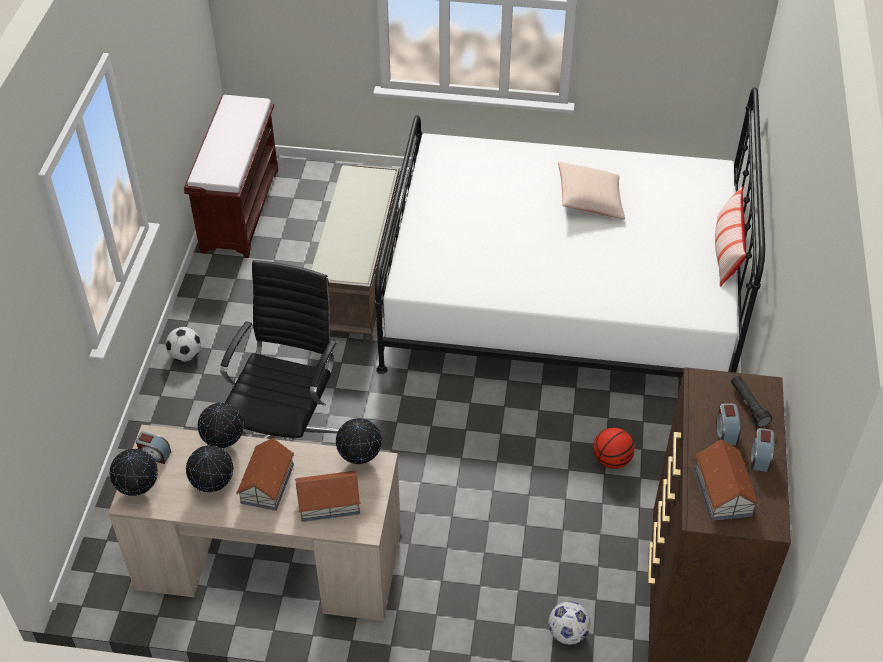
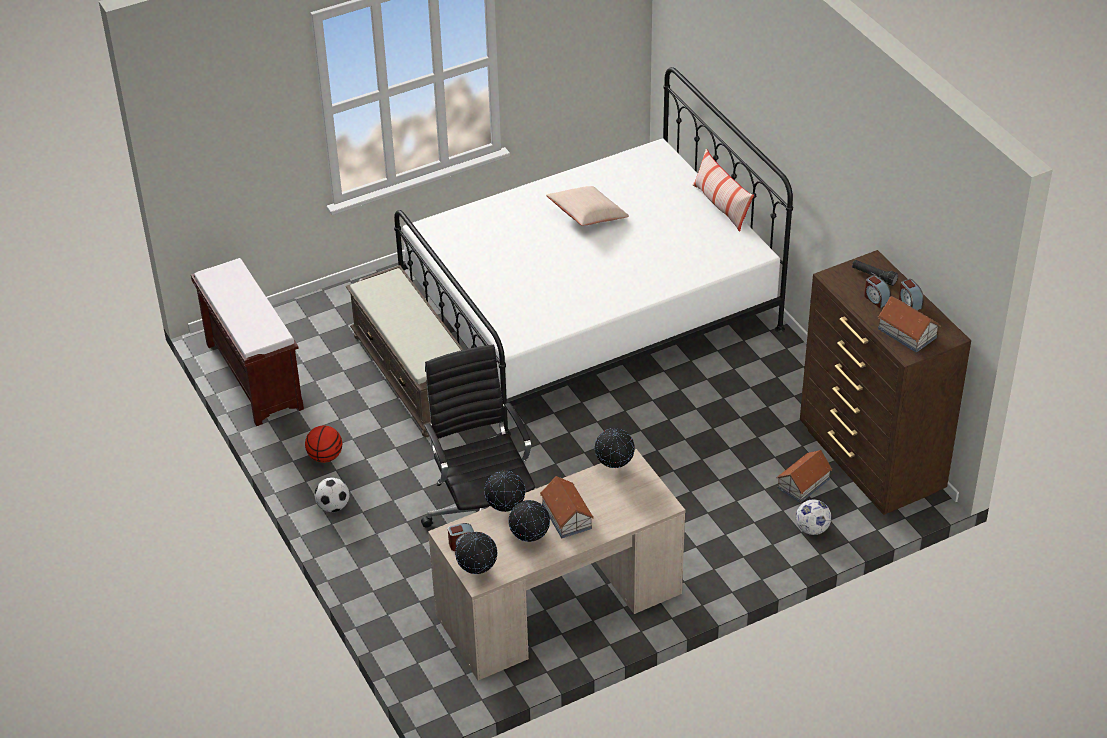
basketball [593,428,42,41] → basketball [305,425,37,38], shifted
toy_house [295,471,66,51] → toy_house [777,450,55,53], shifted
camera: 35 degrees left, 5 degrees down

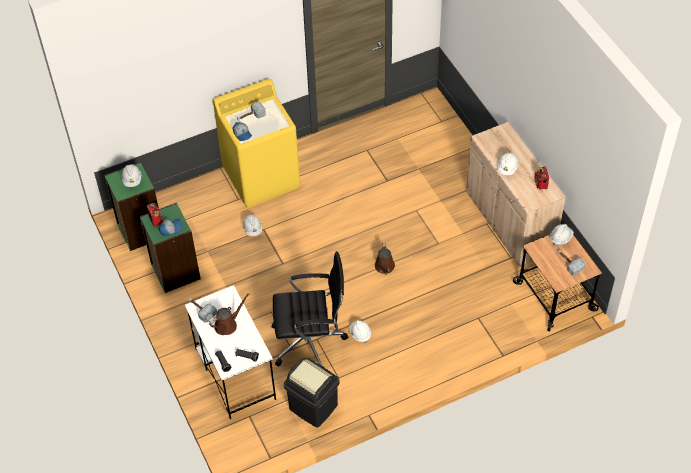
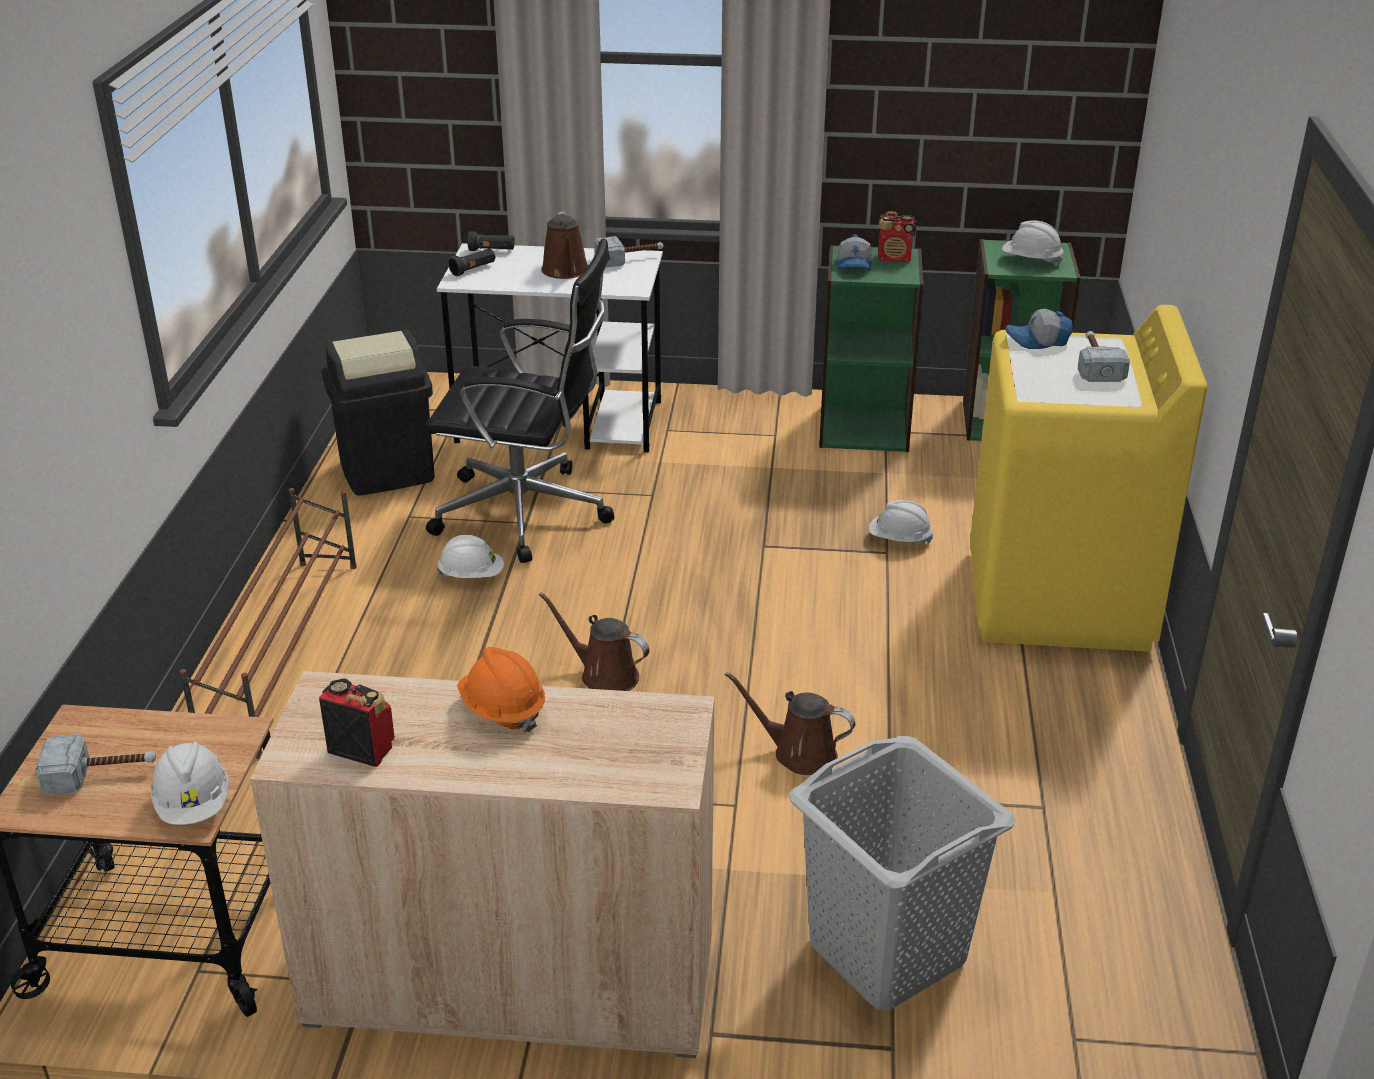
- → brown_shoe_stand [179,488,178,271]
black_computer_chair [272,251,76,115] → black_computer_chair [425,238,189,325], 105 degrees counterclockwise
whitish_work_helmet [498,152,20,23] → orange-coloured_work_helmet [457,647,88,85]
- → brown_sprinkling_can [725,672,130,103]
- → greyish_washing_basket [789,736,227,274]
camera: 120 degrees right, 20 degrees down

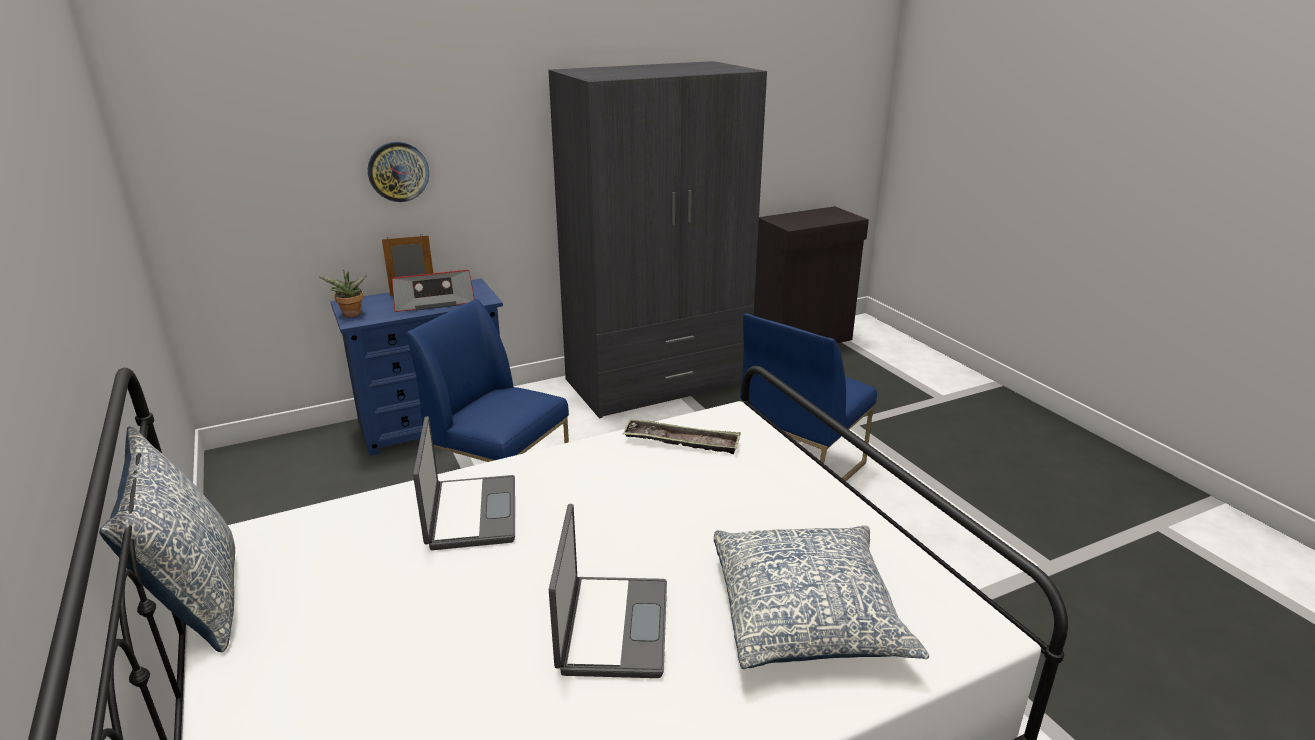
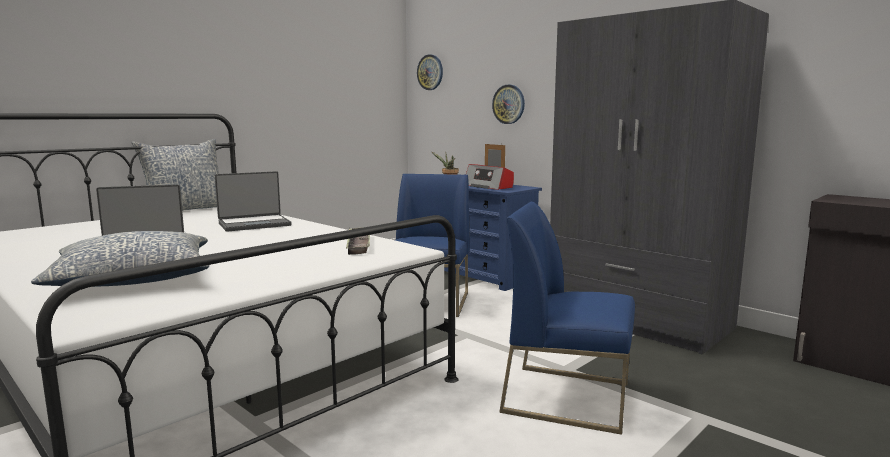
- → clock_on_the_wall [417,54,26,36]
camera: 70 degrees right, 15 degrees down

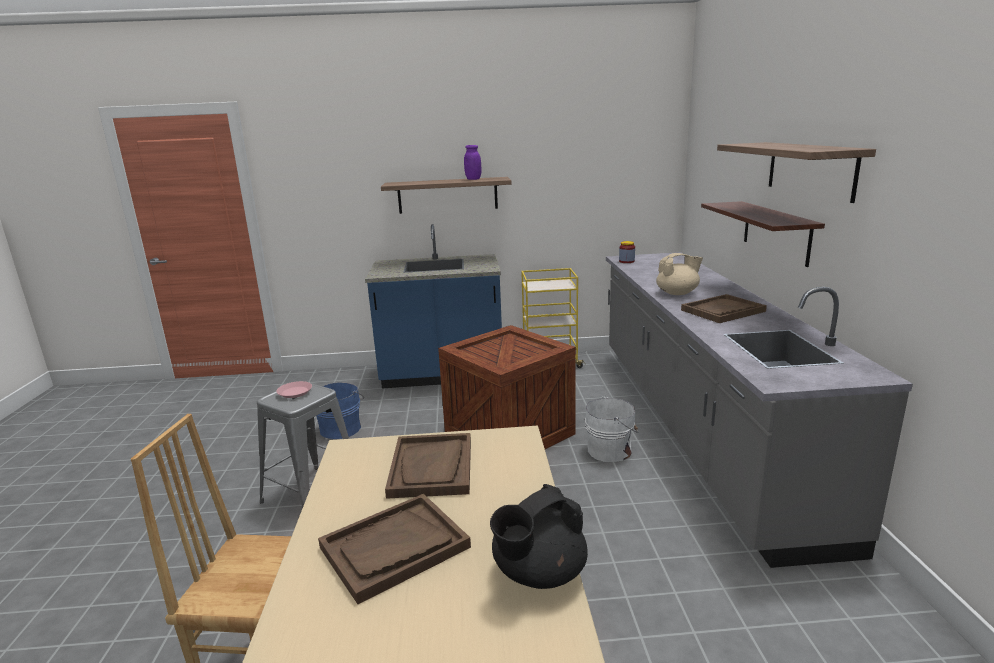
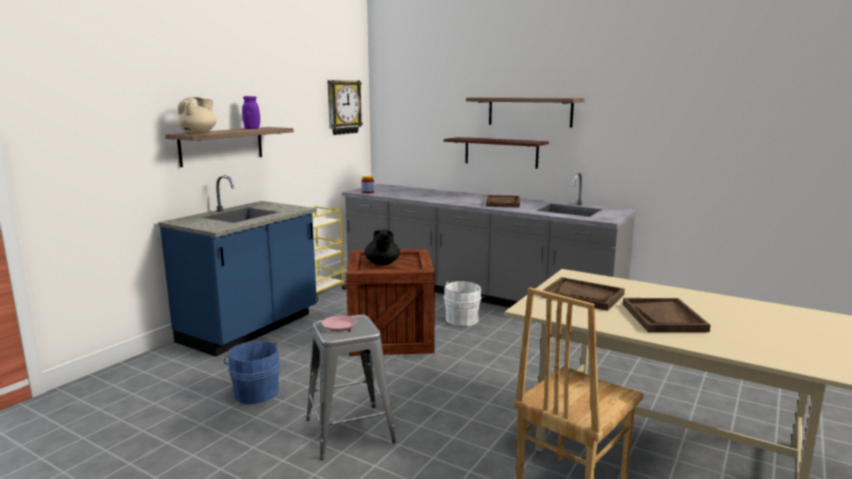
sand-coloured_teapot [656,253,47,42] → sand-coloured_teapot [177,97,39,37], shifted
- → clock_on_the_wall [327,80,36,55]
black_teapot [490,484,98,105] → black_teapot [364,229,36,36], shifted
camera: 55 degrees left, 5 degrees down

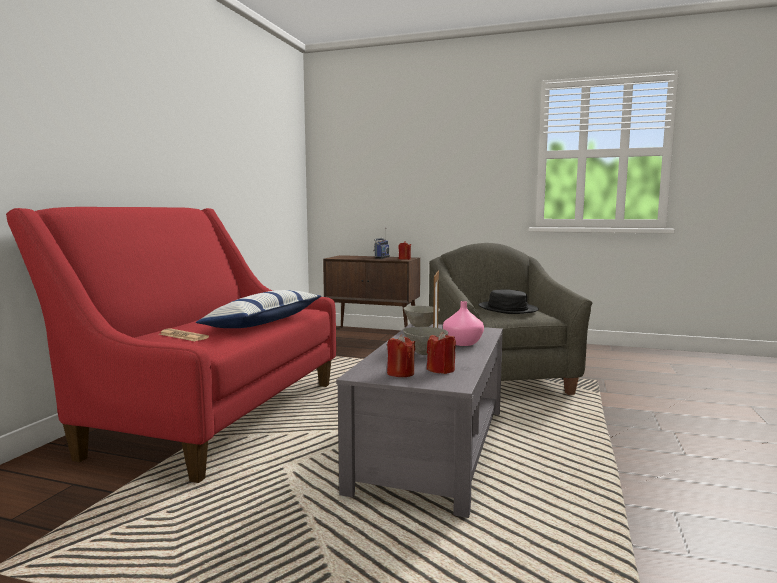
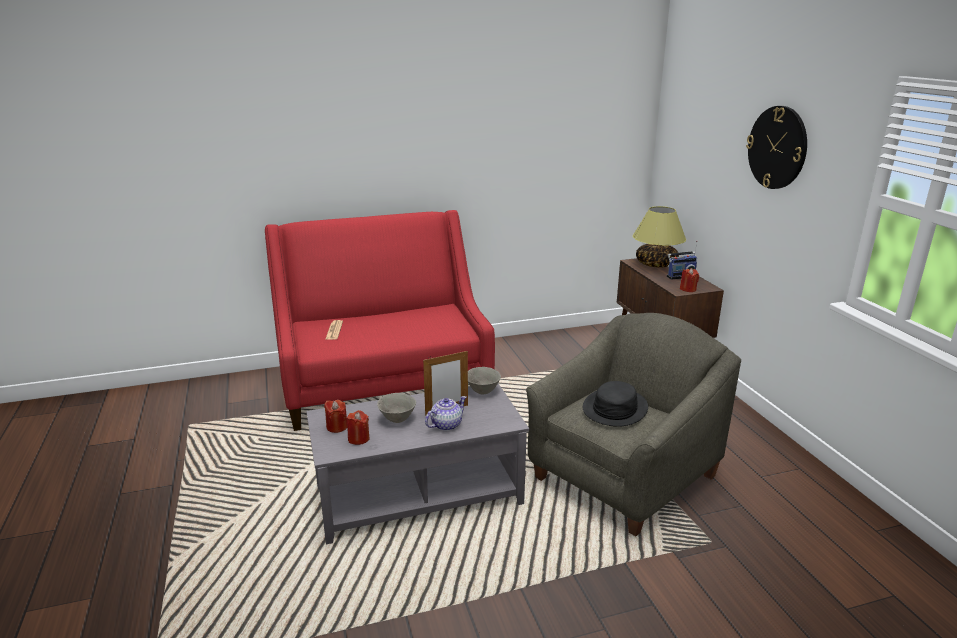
pinkish_decorative_vase [443,301,41,45] → teapot [425,396,41,35]
- → lamp_for_a_table [633,206,53,62]
- → clock_on_the_wall [746,106,61,83]
cushion [196,290,125,38] → -
camera: 55 degrees right, 15 degrees up

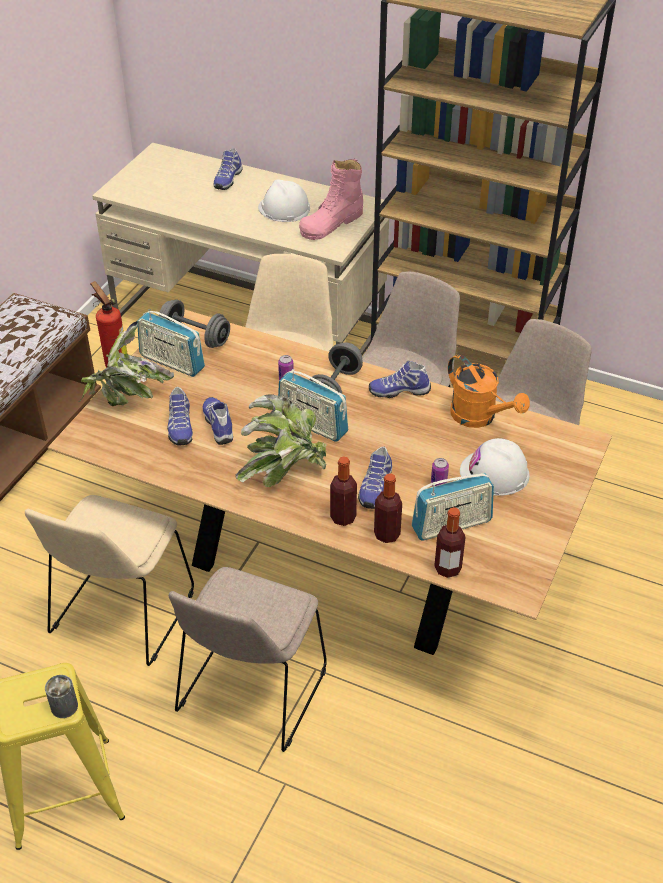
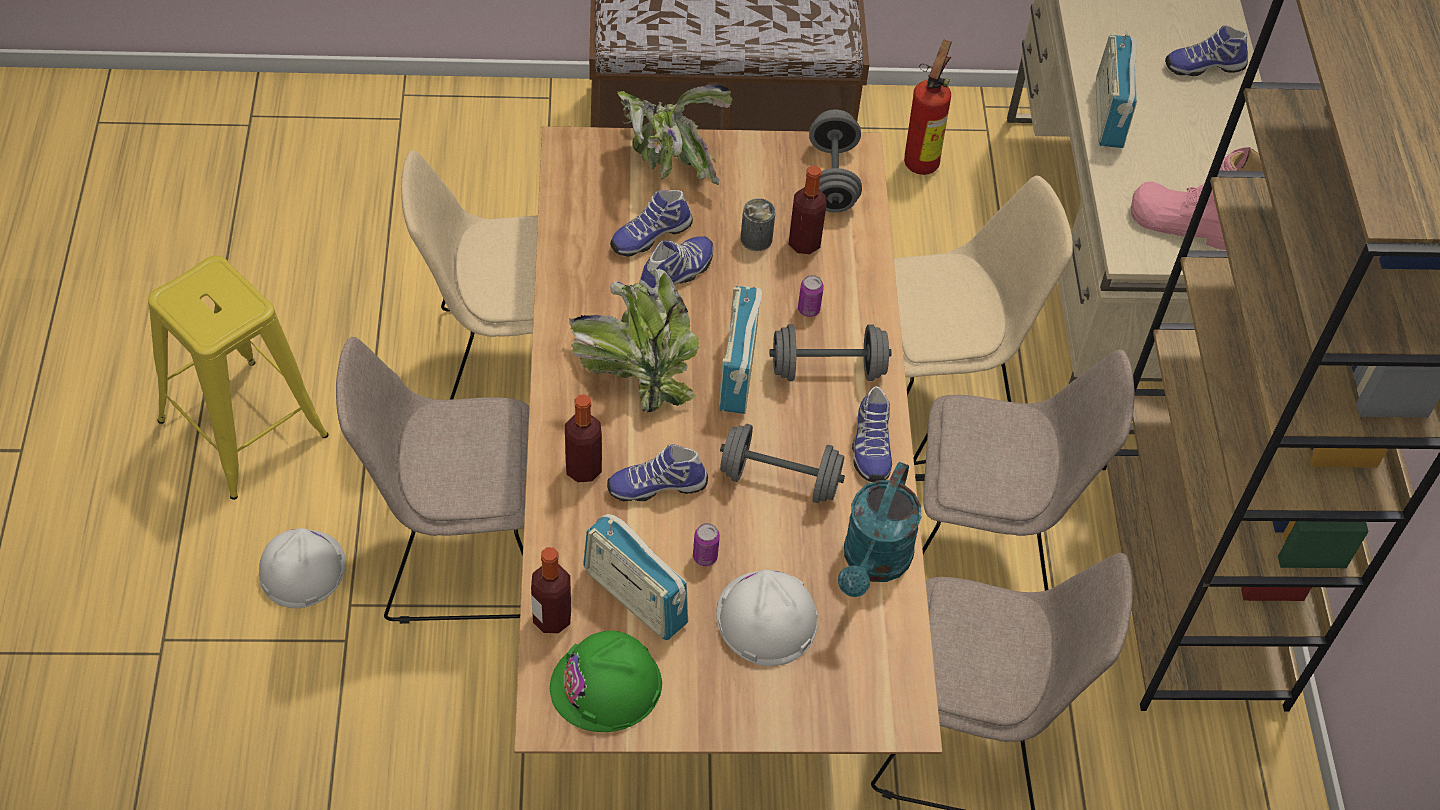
whitish_work_helmet [258,180,52,42] → whitish_work_helmet [259,528,87,81], shifted
- → green-coloured_work_helmet [550,631,112,101]
- → greyish_free_weight [720,424,125,79]
can [45,675,33,43] → can [741,198,35,53], shifted
bottle [374,473,28,70] → bottle [789,165,38,89], shifted
orange-coloured_sprinkling_can [448,354,82,74] → turquoise_sprinkling_can [838,462,83,135]
item_of_footwear [369,361,62,37] → item_of_footwear [852,386,40,96], 150 degrees counterclockwise
radio [137,309,68,68] → radio [1096,32,41,116], shifted
camera: 60 degrees right, 10 degrees up

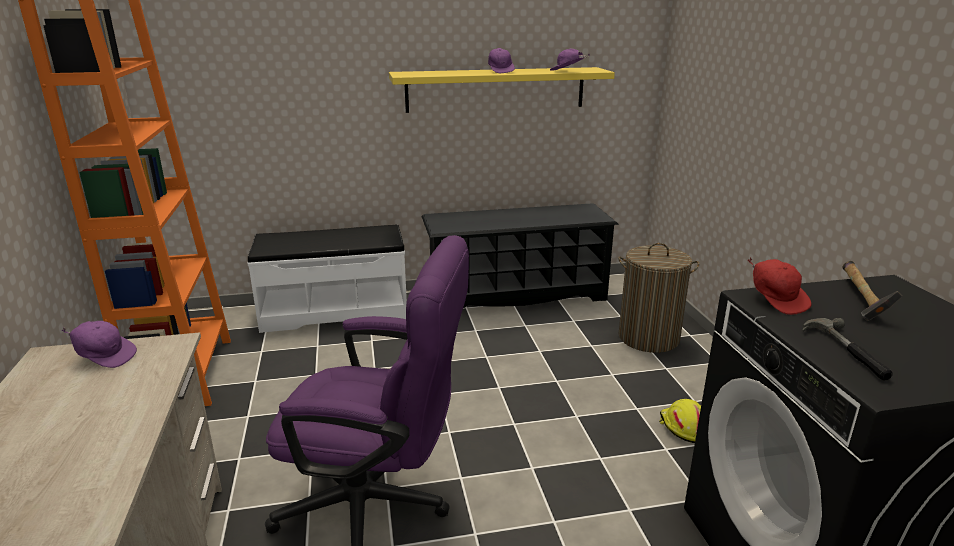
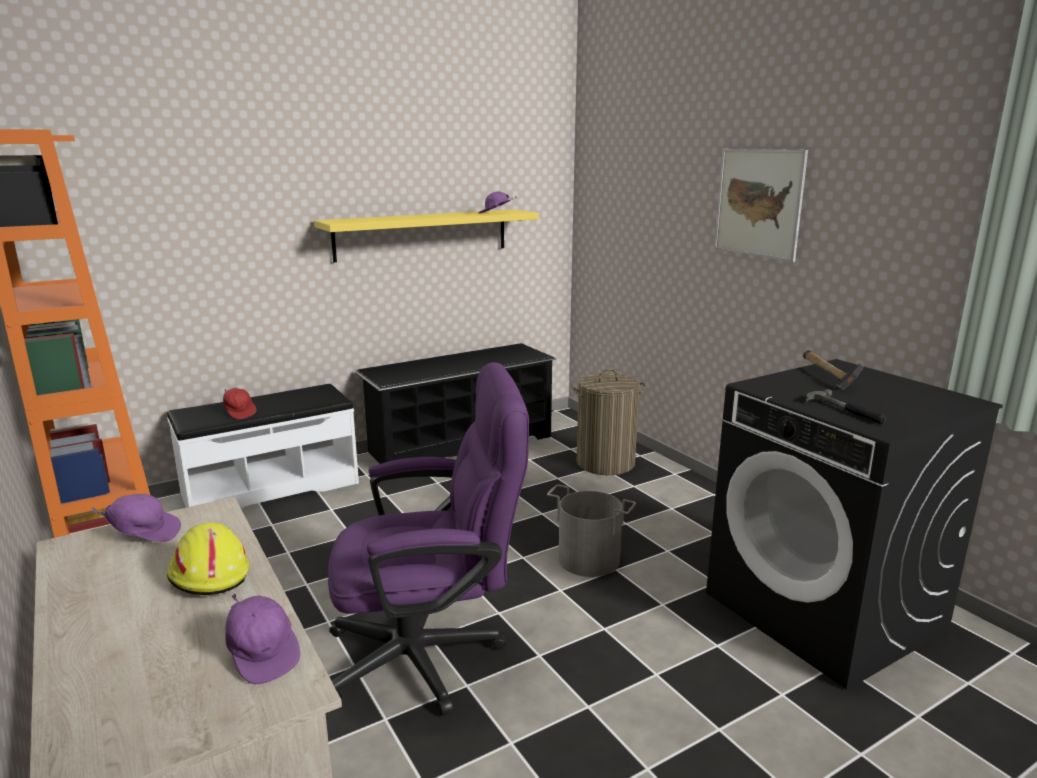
yellowish_work_helmet [659,399,42,44] → yellowish_work_helmet [167,523,82,73], shifted
reddish_cap [748,258,63,57] → reddish_cap [223,388,34,31], shifted
purple_cap [488,48,27,25] → purple_cap [225,593,75,92], shifted
- → greyish_water_bucket [547,484,89,93]
- → wall_picture [714,149,94,113]
camera: 20 degrees left, 5 degrees down

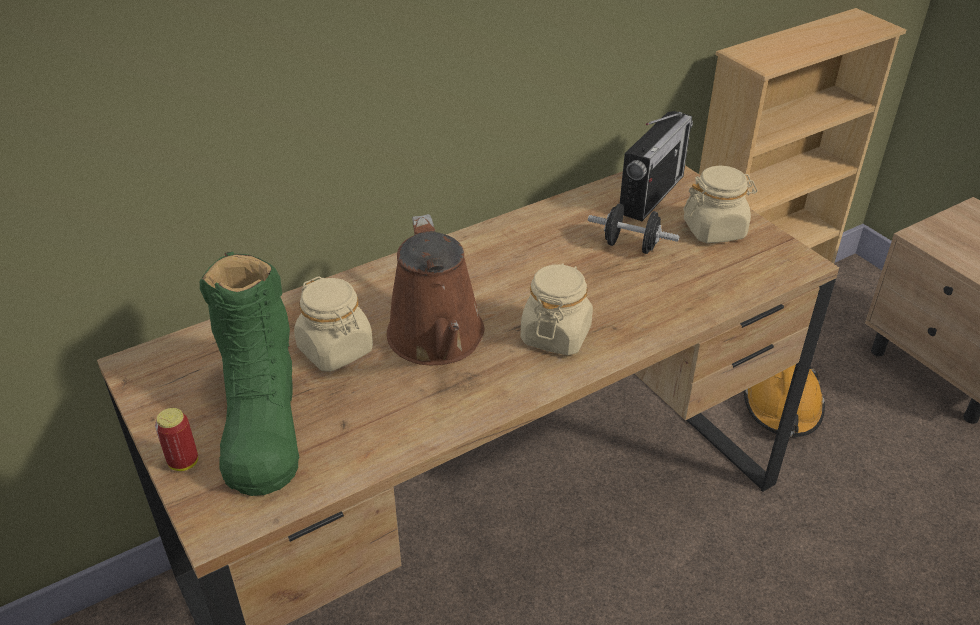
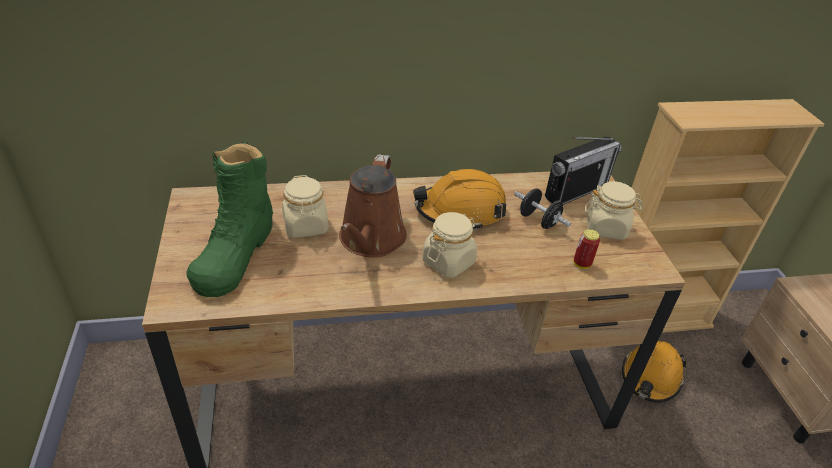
- → orange-coloured_work_helmet [413,169,94,62]
can [155,408,43,63] → can [573,229,27,40], shifted
camera: 20 degrees right, 0 degrees up

